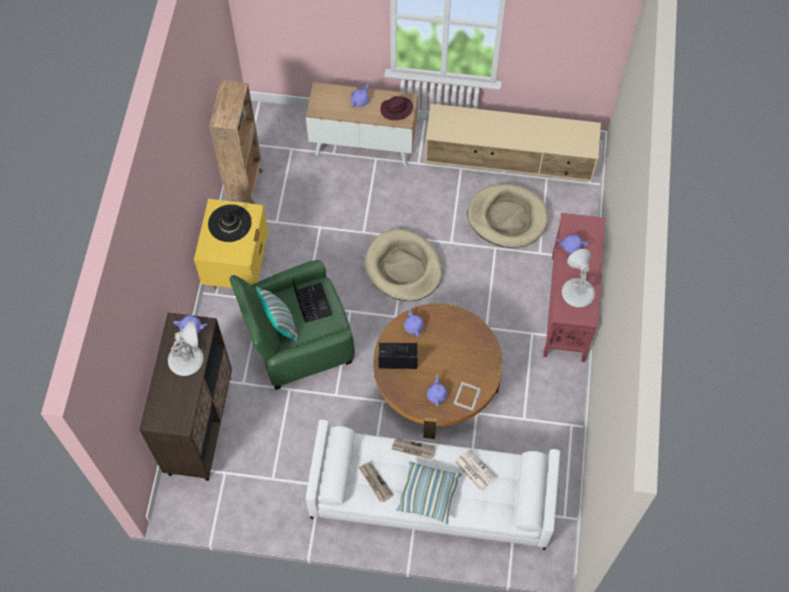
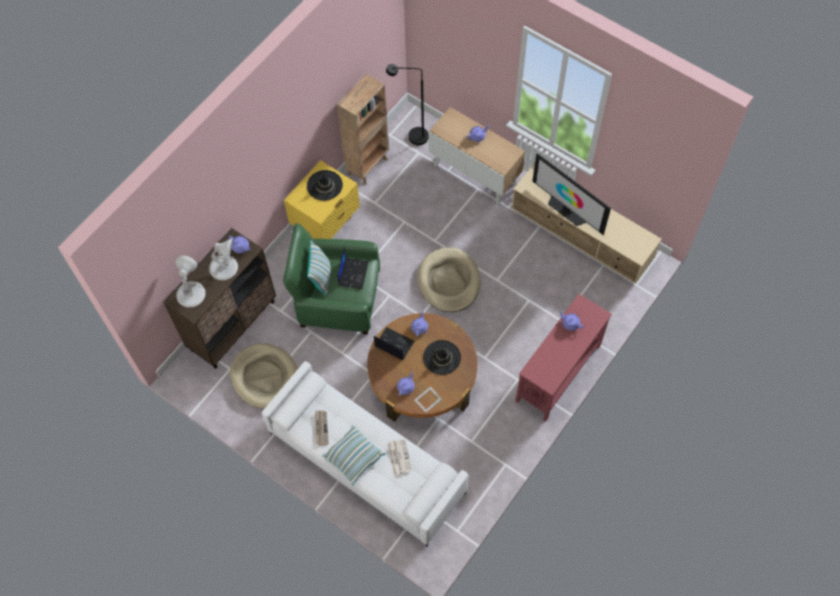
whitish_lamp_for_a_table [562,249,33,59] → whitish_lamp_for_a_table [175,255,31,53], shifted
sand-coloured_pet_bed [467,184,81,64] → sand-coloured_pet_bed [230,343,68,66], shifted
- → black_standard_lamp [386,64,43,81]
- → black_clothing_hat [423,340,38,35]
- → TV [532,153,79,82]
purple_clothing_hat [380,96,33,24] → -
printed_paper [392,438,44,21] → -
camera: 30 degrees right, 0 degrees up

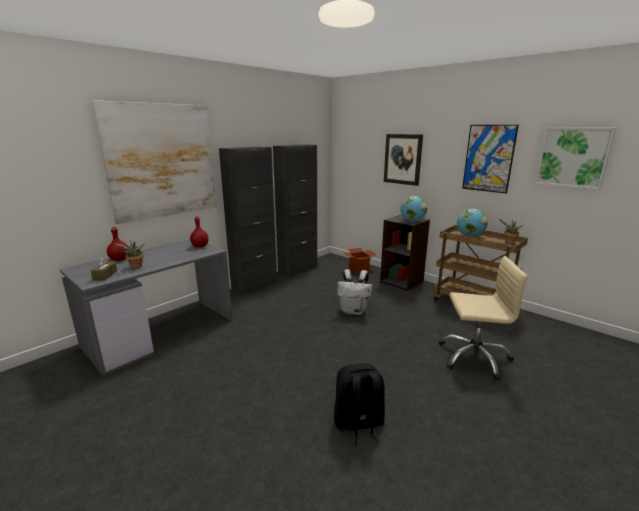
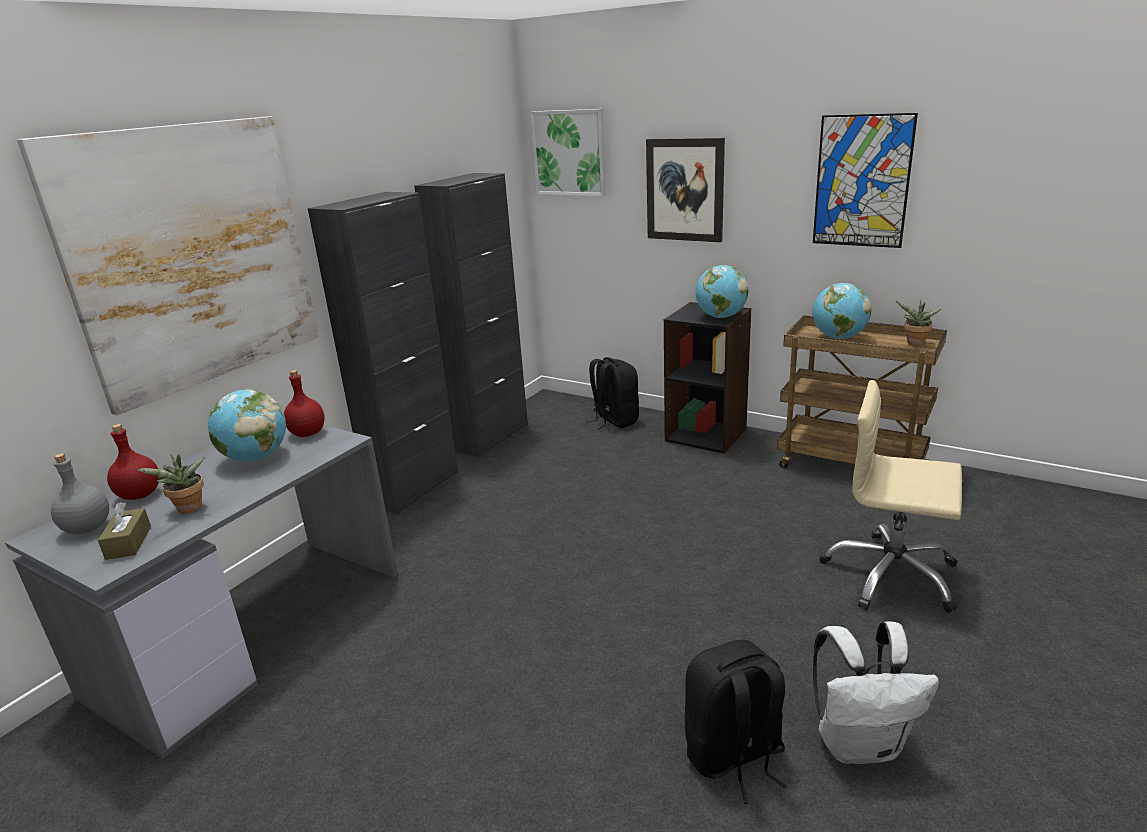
- → greyish_bottle [51,453,58,81]
- → globe [208,389,78,72]
wall_picture [535,128,81,62] → wall_picture [530,109,76,87], shifted
cardboard_box [343,248,33,26] → black_rucksack [586,357,53,73]
whitish_rucksack [337,269,35,46] → whitish_rucksack [813,621,126,143], shifted
sand-coloured_computer_chair [439,256,89,124] → sand-coloured_computer_chair [819,380,143,233], 150 degrees counterclockwise
camera: 10 degrees left, 5 degrees up

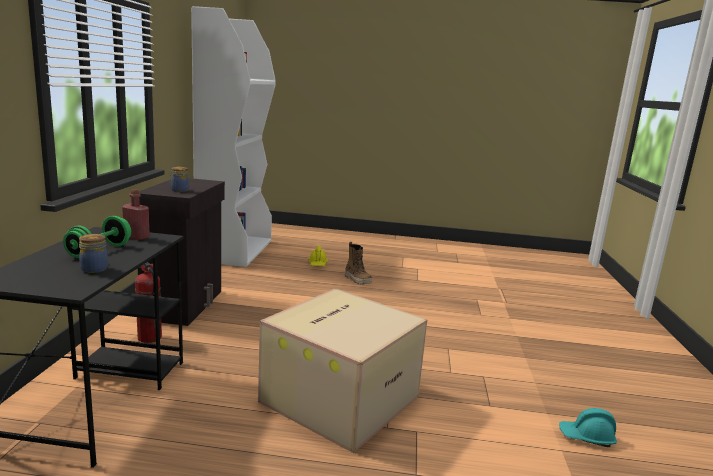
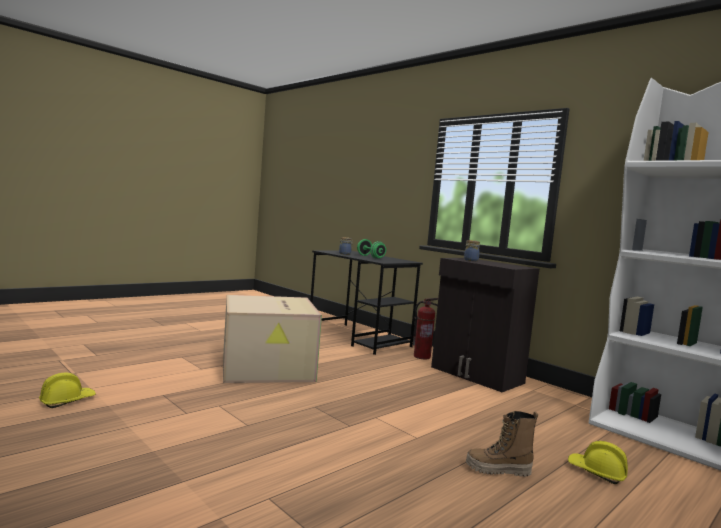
turquoise_work_helmet [559,408,58,39] → yellowish_work_helmet [39,373,57,35]
reddish_bottle [122,189,28,51] → -
camera: 130 degrees right, 10 degrees down

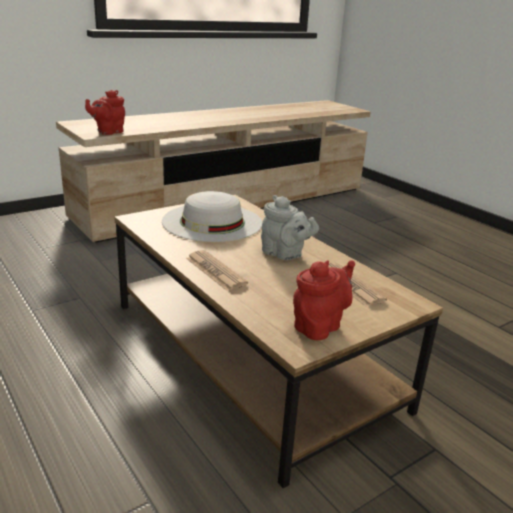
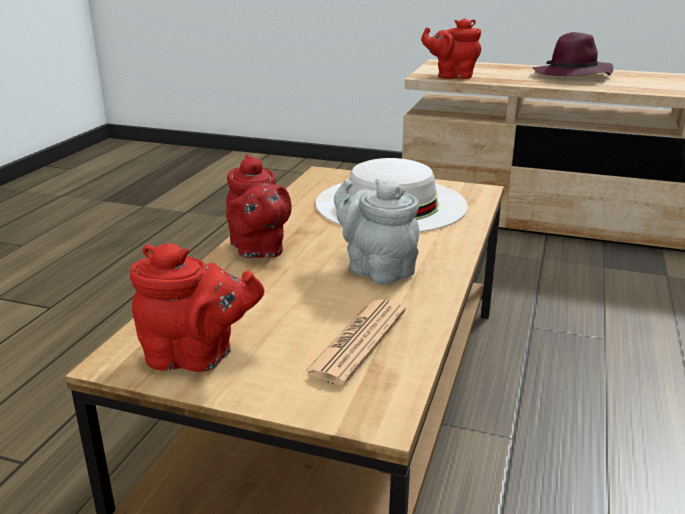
printed_paper [186,250,62,41] → reddish_teapot [226,154,66,104]
greyish_teapot [261,195,58,65] → greyish_teapot [334,179,85,106], 135 degrees clockwise
- → purple_clothing_hat [532,32,81,44]
camera: 55 degrees right, 0 degrees up

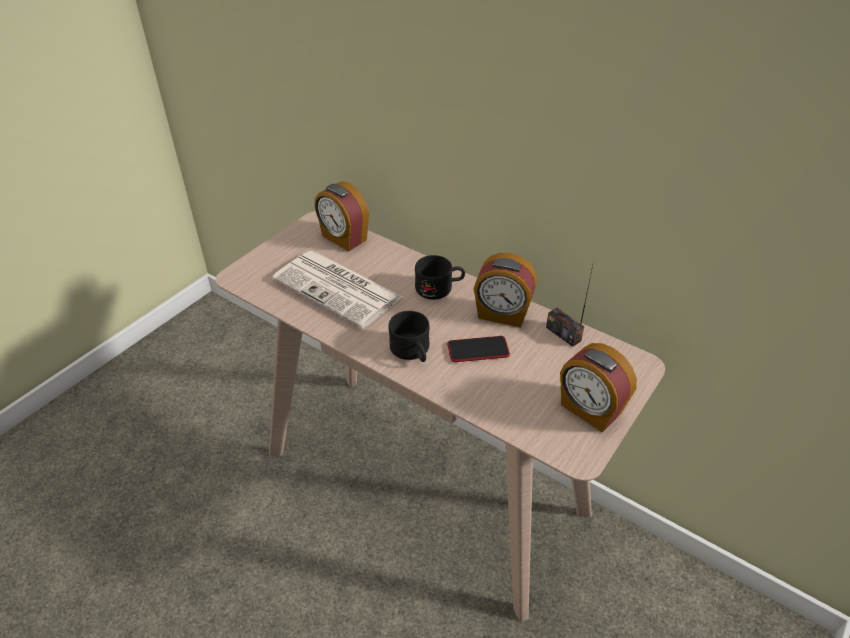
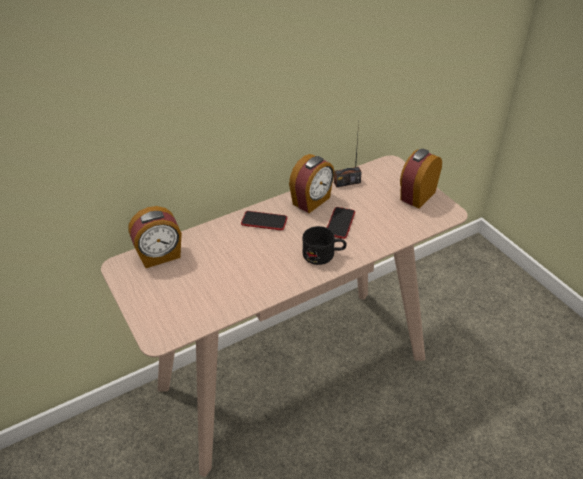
black_tea_mug [415,255,50,45] → phone [241,211,46,19]
bedside_clock [560,343,77,89] → bedside_clock [400,149,42,59], 150 degrees clockwise
printed_paper [272,251,131,77] → -
camera: 65 degrees left, 0 degrees up

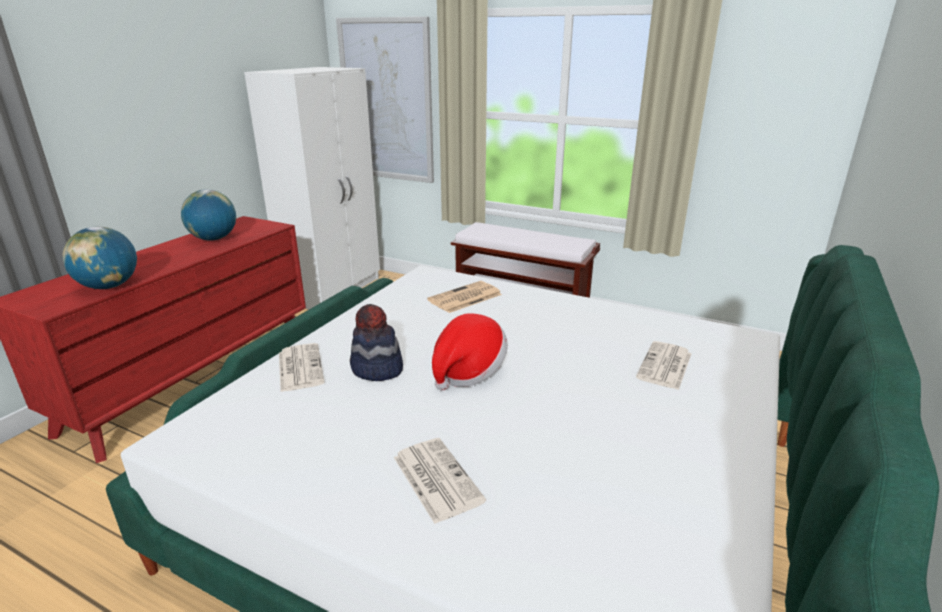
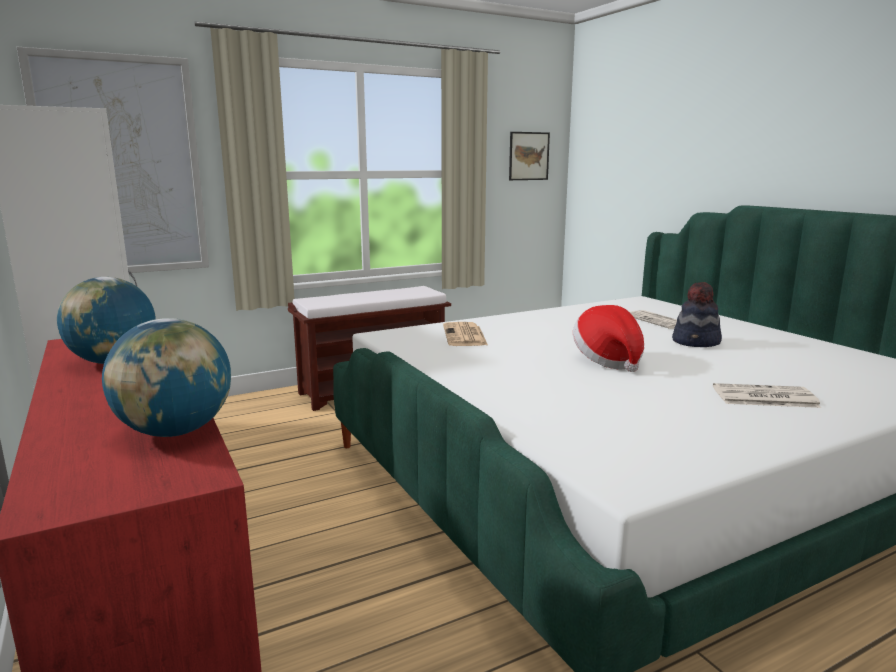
- → wall_picture [509,132,41,48]
clothing_hat [350,304,53,77] → clothing_hat [672,282,50,65], shifted
printed_paper [279,343,46,49] → -
camera: 55 degrees left, 10 degrees down

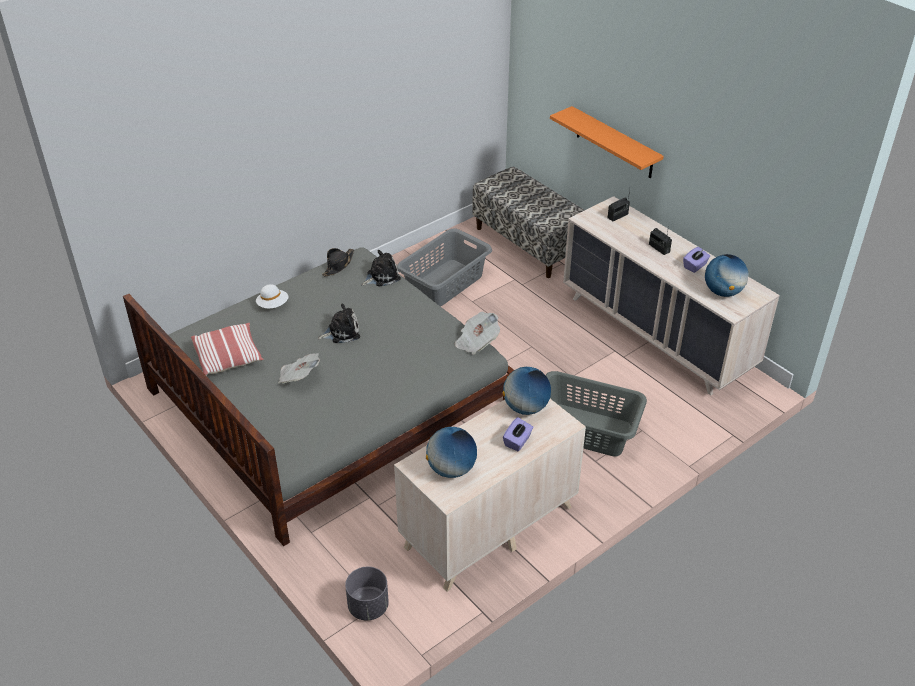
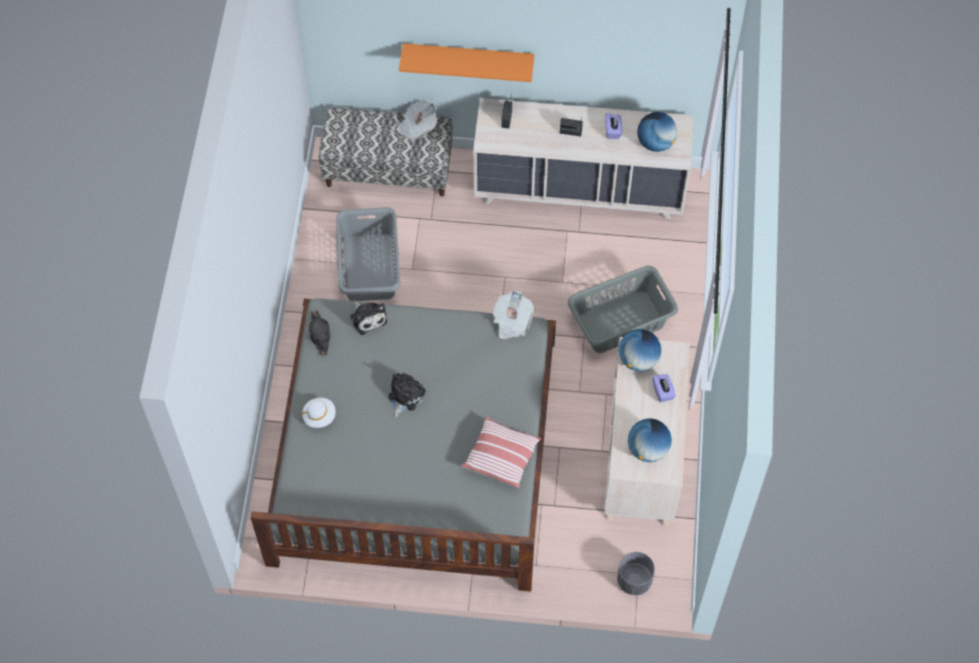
plush_toy [361,250,40,37] → plush_toy [350,300,37,35], 135 degrees clockwise
printed_paper [278,353,42,30] → printed_paper [397,100,40,42], shifted
cushion [191,323,72,52] → cushion [461,416,80,72], shifted
camera: 45 degrees left, 20 degrees up

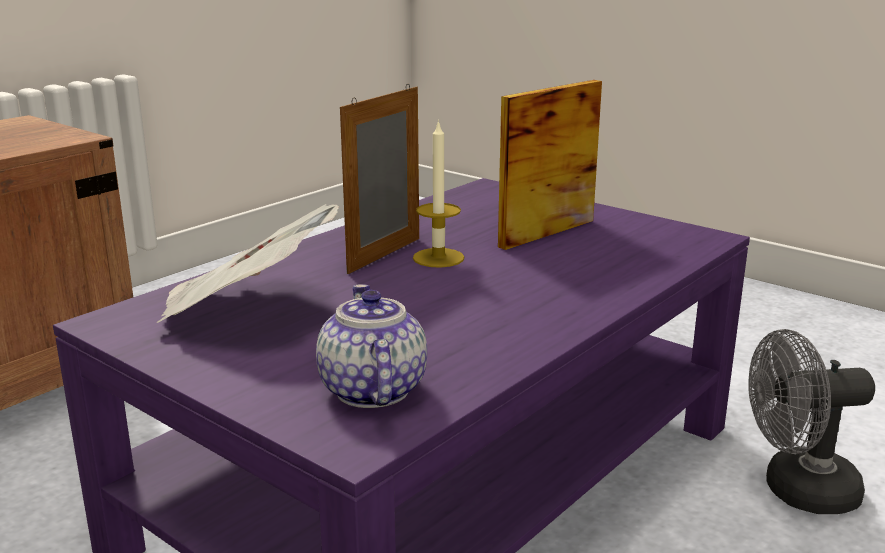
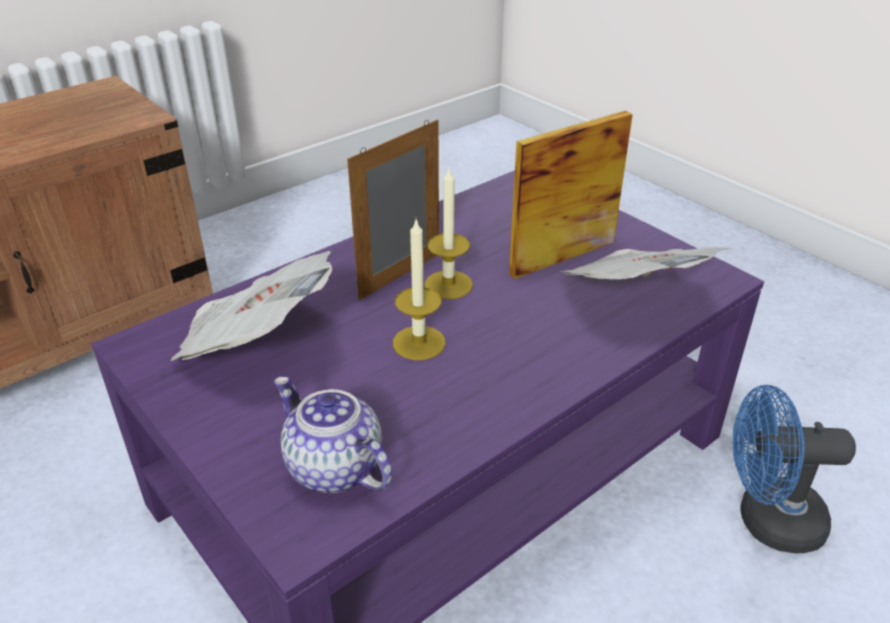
teapot [316,284,111,124] → teapot [274,377,118,116], 45 degrees counterclockwise
- → candle [393,219,53,141]
- → printed_paper [561,247,172,32]
greyish_electric_fan [748,329,127,185] → bluish_electric_fan [732,385,124,168]
camera: 10 degrees right, 15 degrees up

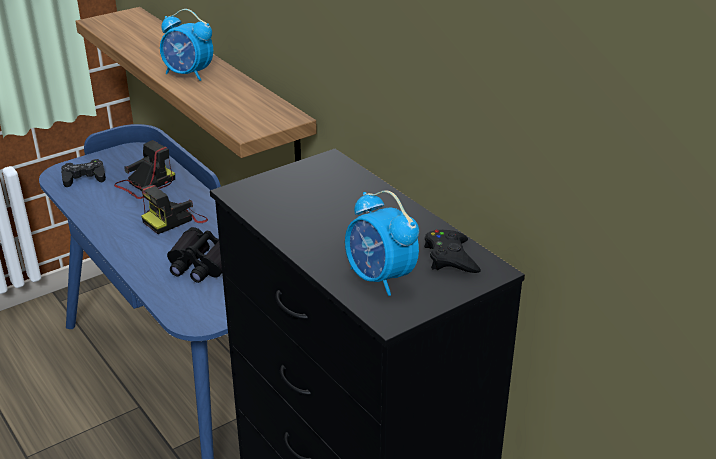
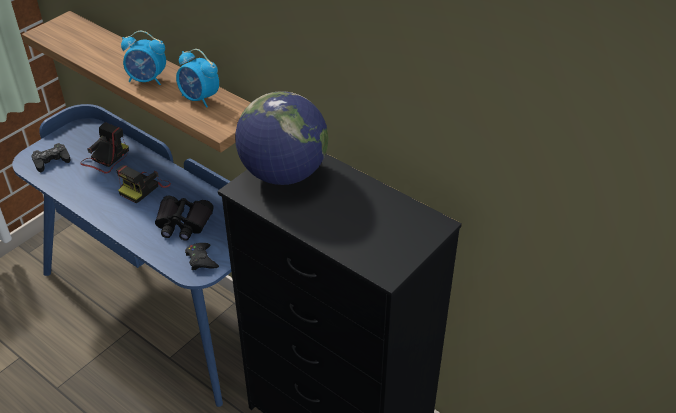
bedside_clock [345,190,74,106] → bedside_clock [176,49,43,59], shifted
black_game_controller [424,230,57,43] → black_game_controller [185,243,34,27], shifted
- → globe [235,91,93,94]
camera: 15 degrees left, 10 degrees up

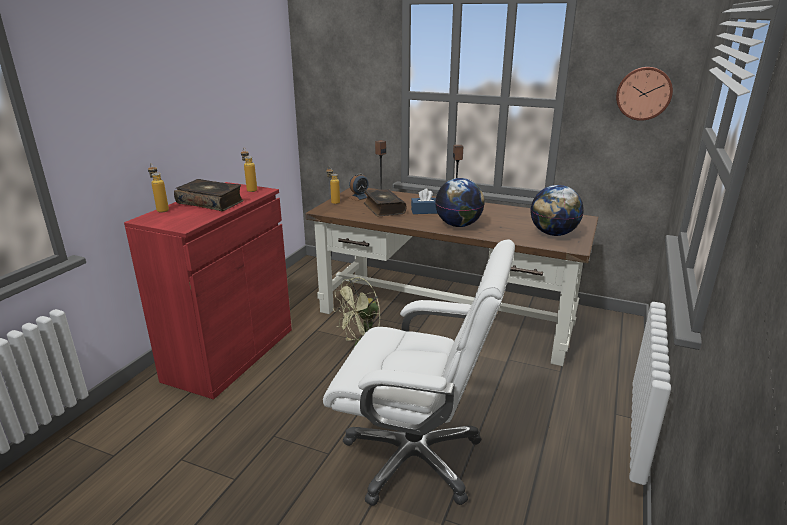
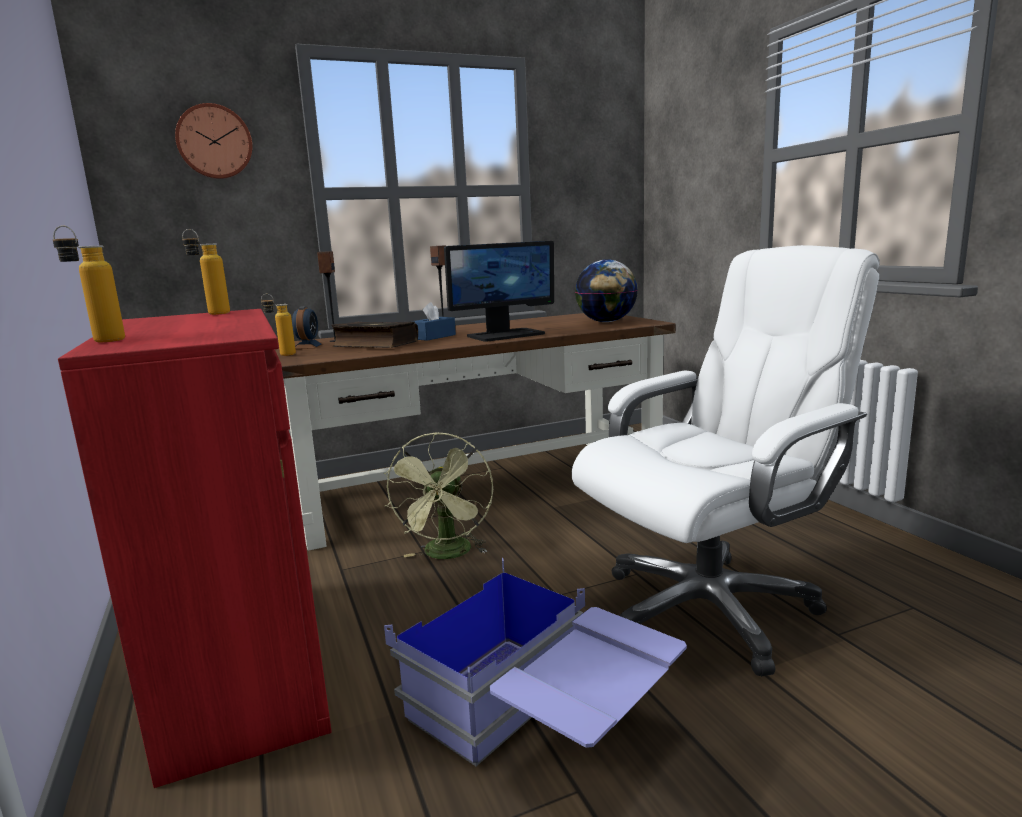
clock_on_the_wall [616,67,57,54] → clock_on_the_wall [175,103,77,76], shifted
- → bluish_storage_bin [384,558,303,208]
globe [435,178,49,49] → computer_screen [444,241,110,101]
bound_book [174,179,70,32] → -
camera: 45 degrees left, 10 degrees down

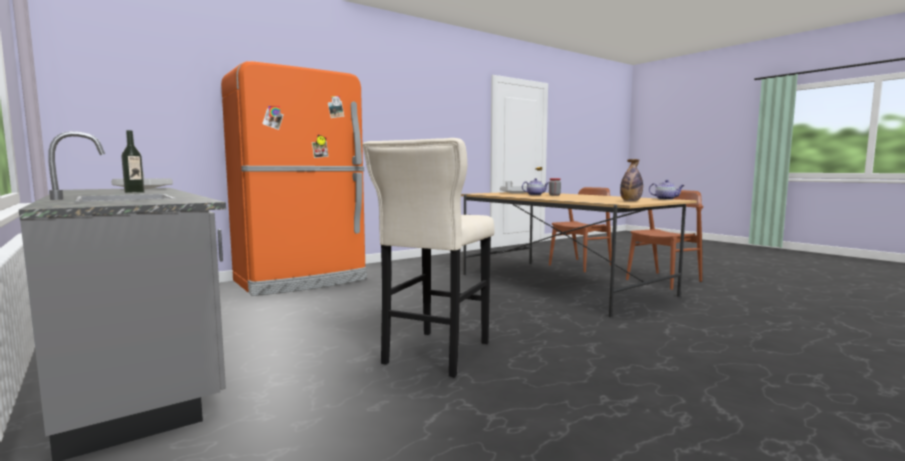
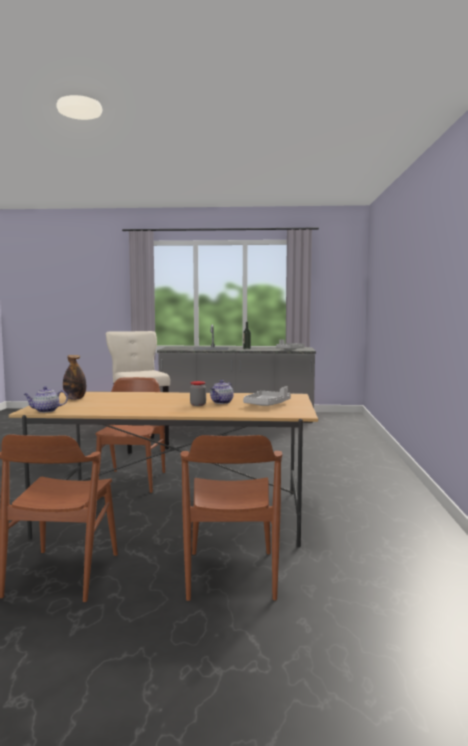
- → brown_chair [96,377,69,116]
orange-coloured_kitchen_fridge [221,61,146,235] → -
camera: 130 degrees right, 0 degrees up

